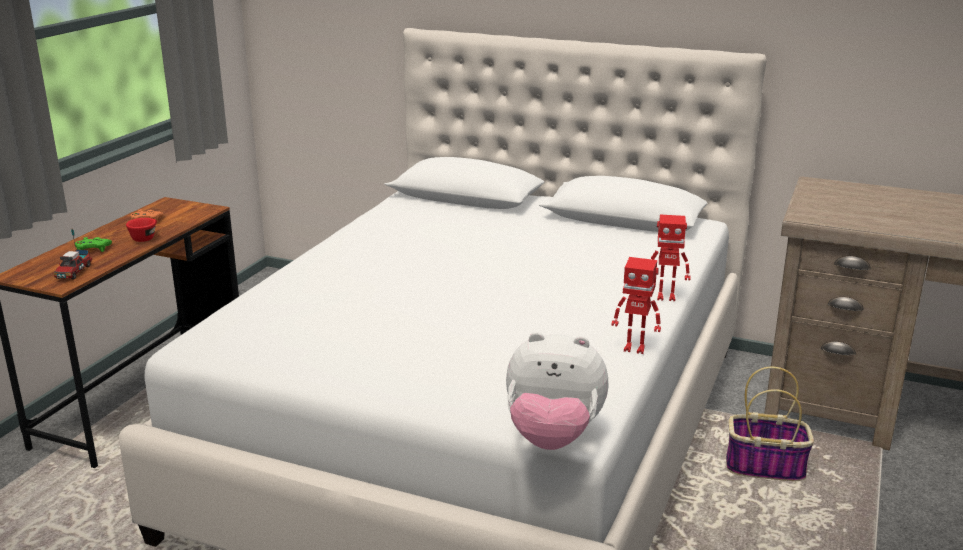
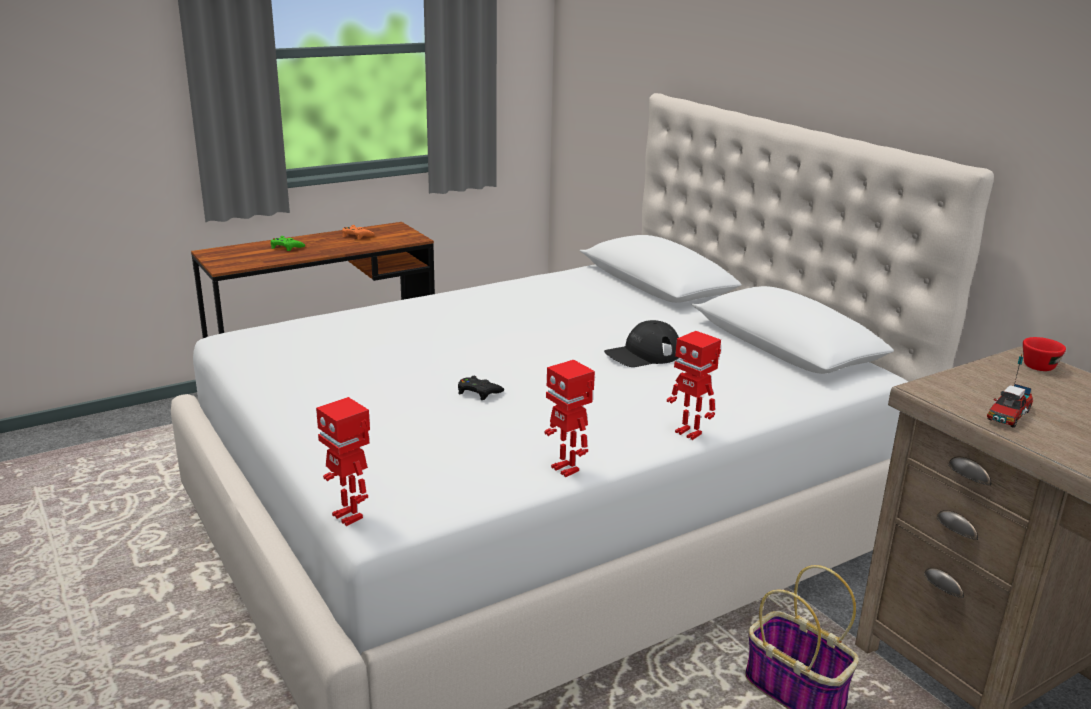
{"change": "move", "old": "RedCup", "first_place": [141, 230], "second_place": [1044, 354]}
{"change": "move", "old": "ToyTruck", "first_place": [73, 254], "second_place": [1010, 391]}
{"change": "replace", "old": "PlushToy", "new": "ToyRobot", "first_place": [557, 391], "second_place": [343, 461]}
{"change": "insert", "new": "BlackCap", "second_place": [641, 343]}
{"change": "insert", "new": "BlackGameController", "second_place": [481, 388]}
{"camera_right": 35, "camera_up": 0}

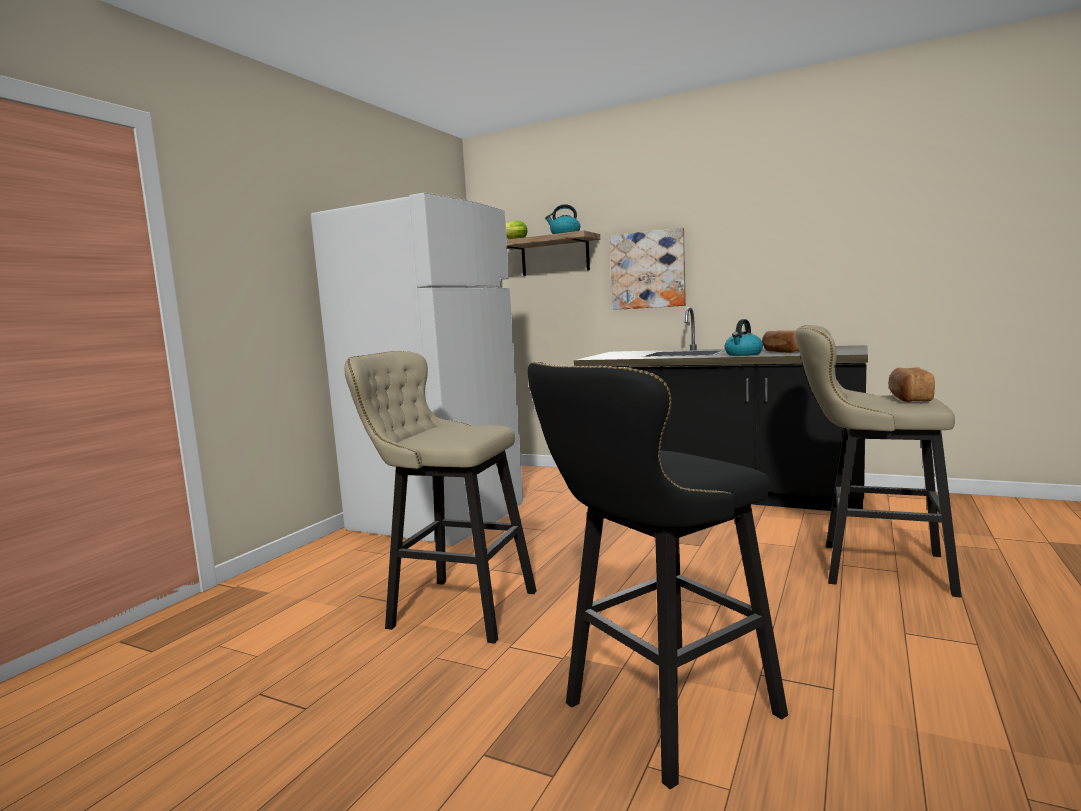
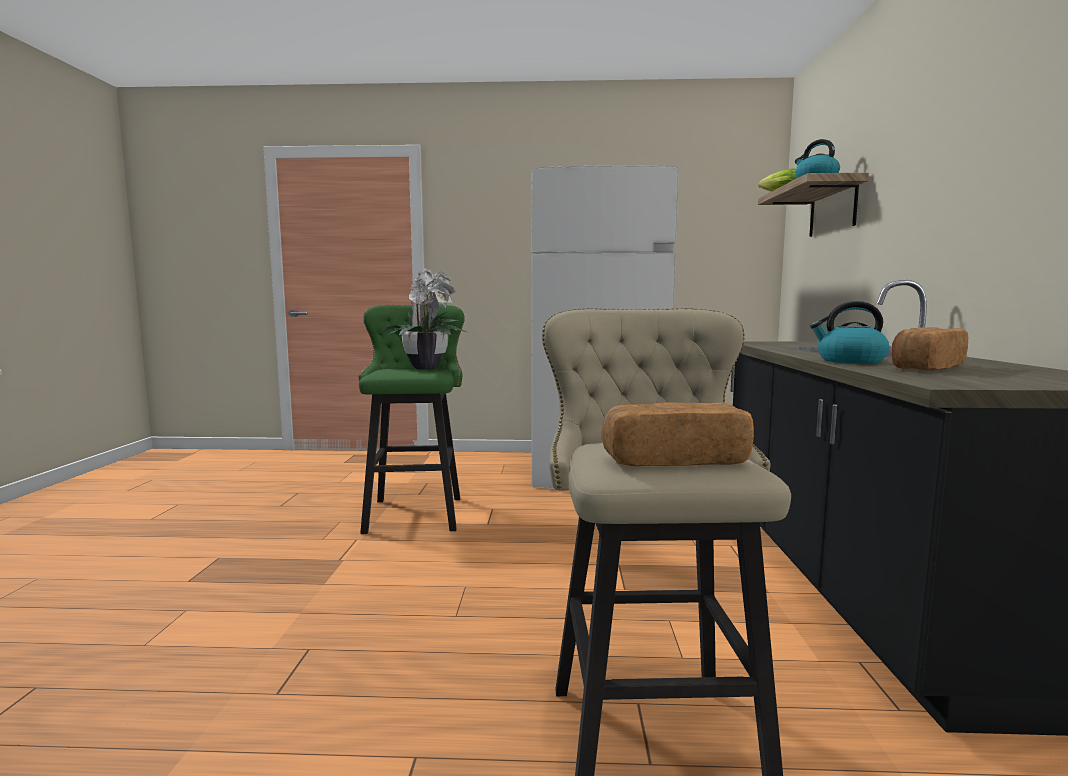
{"change": "delete", "old": "Picture", "first_place": [648, 268]}
{"change": "recolor", "old": "BeigeStool", "new": "GreenStool", "first_place": [440, 497], "second_place": [412, 419]}
{"change": "delete", "old": "BlackStool", "first_place": [658, 575]}
{"change": "insert", "new": "PottedPlant", "second_place": [423, 319]}
{"camera_right": 65, "camera_up": 0}

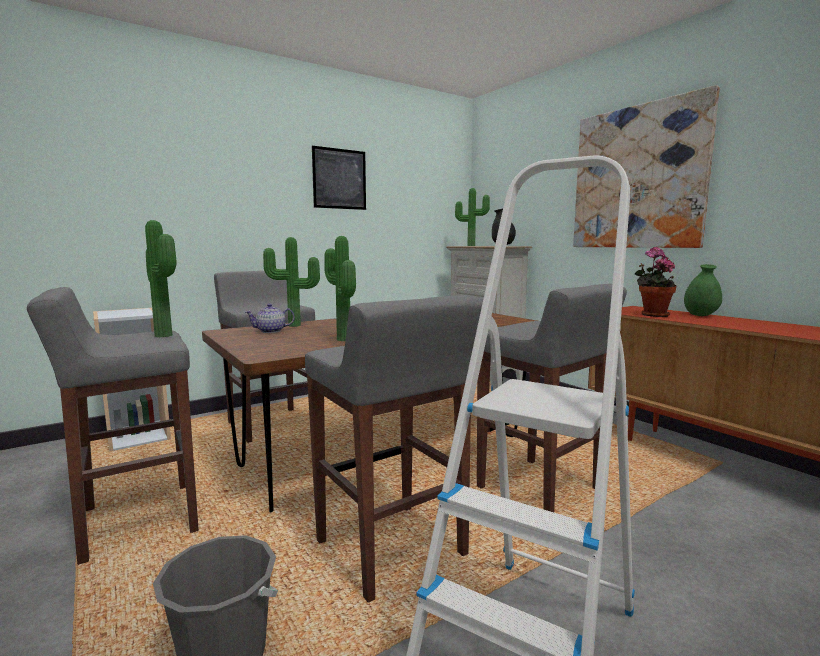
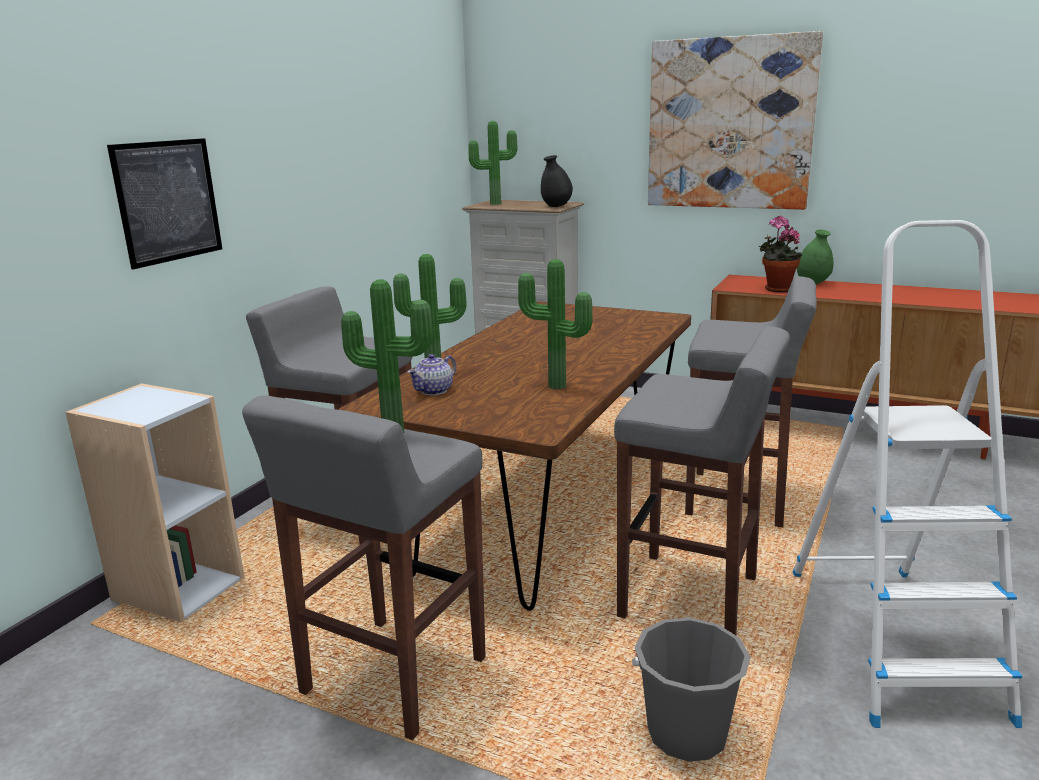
{"change": "move", "old": "Picture", "first_place": [339, 178], "second_place": [164, 203]}
{"camera_right": -30, "camera_up": 10}

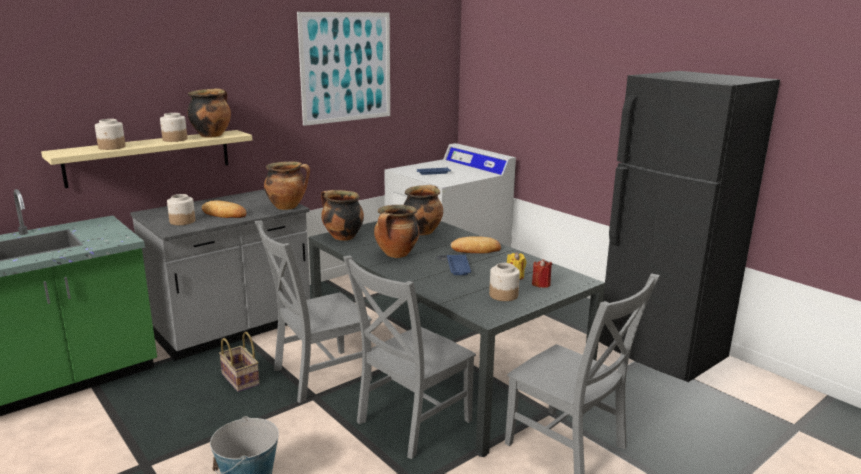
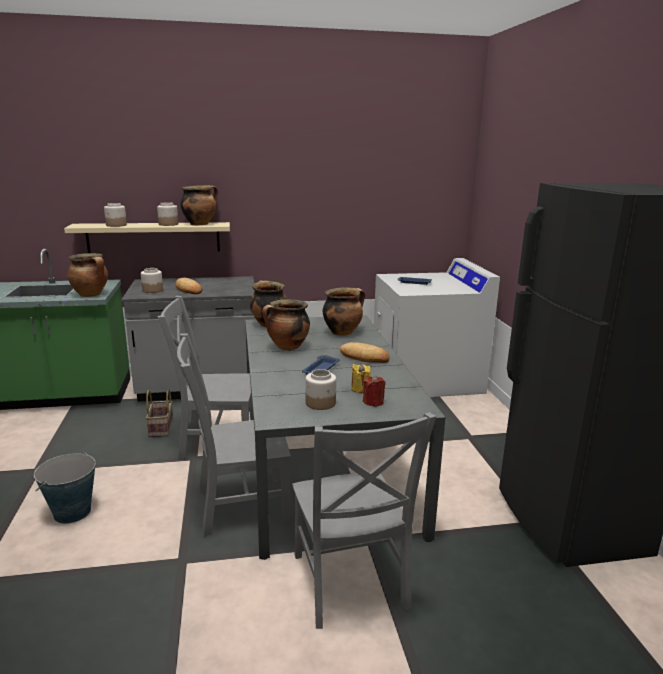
{"change": "delete", "old": "Picture", "first_place": [343, 69]}
{"change": "move", "old": "CookingPot", "first_place": [287, 185], "second_place": [87, 275]}
{"camera_right": 30, "camera_up": 0}

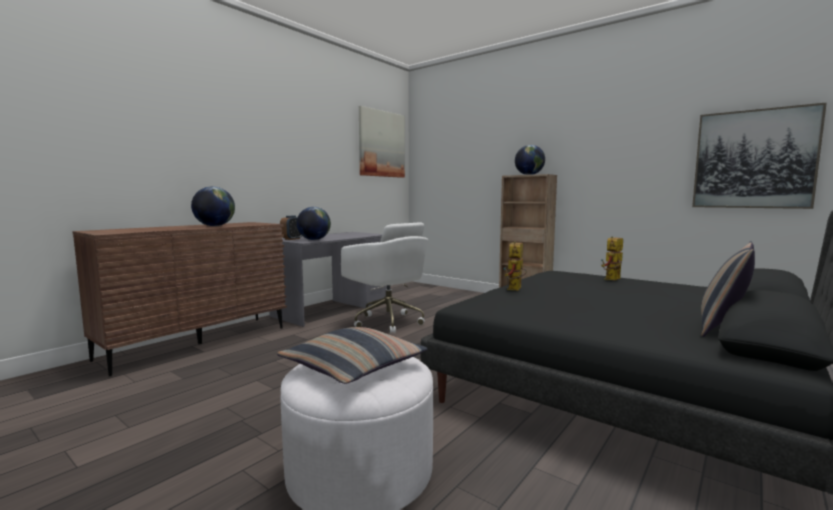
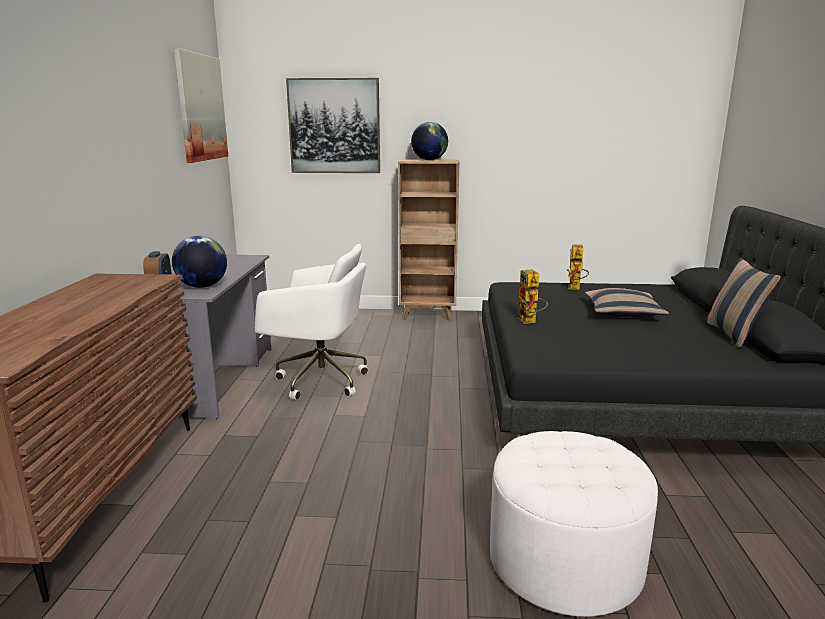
{"change": "move", "old": "Picture", "first_place": [759, 156], "second_place": [333, 125]}
{"change": "delete", "old": "Globe", "first_place": [213, 206]}
{"change": "move", "old": "Pillow", "first_place": [352, 355], "second_place": [626, 302]}
{"camera_right": -35, "camera_up": 10}

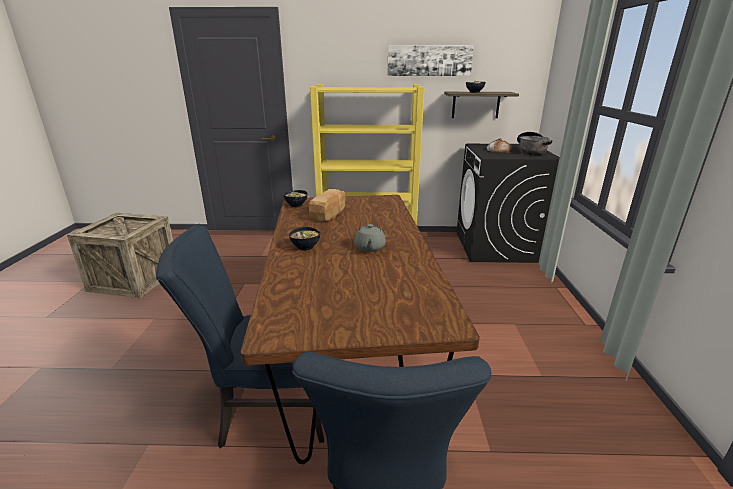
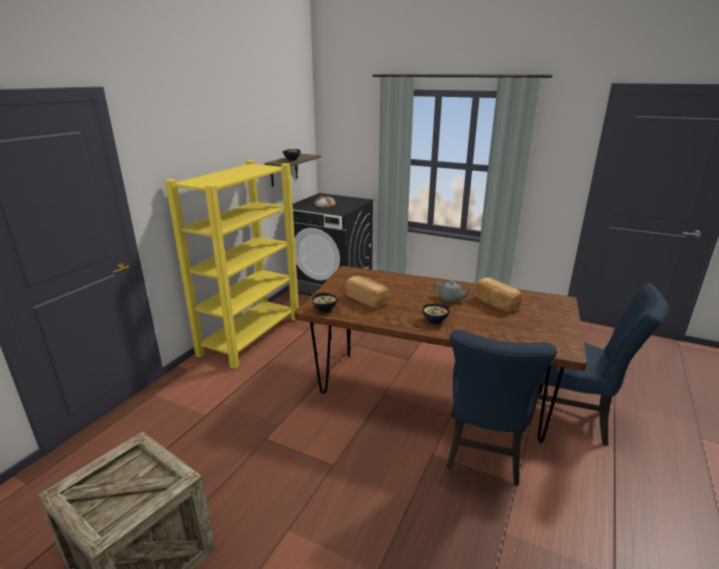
{"change": "delete", "old": "Picture", "first_place": [430, 60]}
{"change": "delete", "old": "CookingPot", "first_place": [535, 143]}
{"change": "insert", "new": "Bread", "second_place": [498, 294]}
{"camera_right": -65, "camera_up": 0}

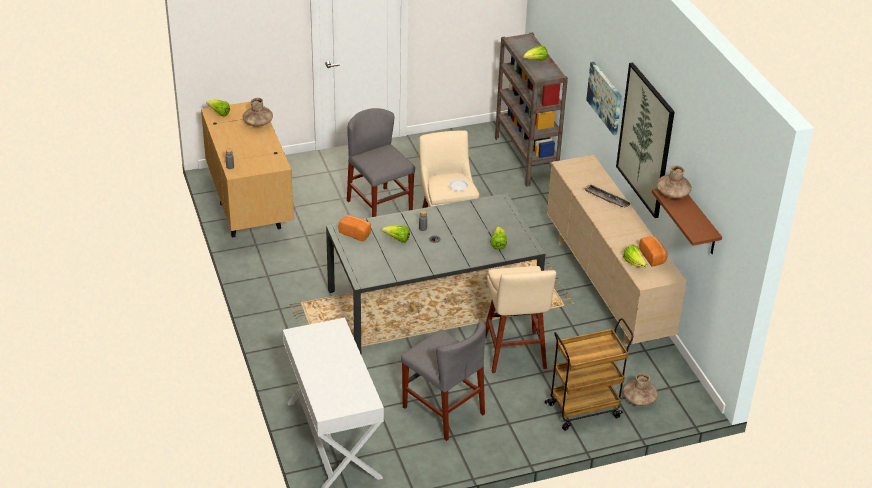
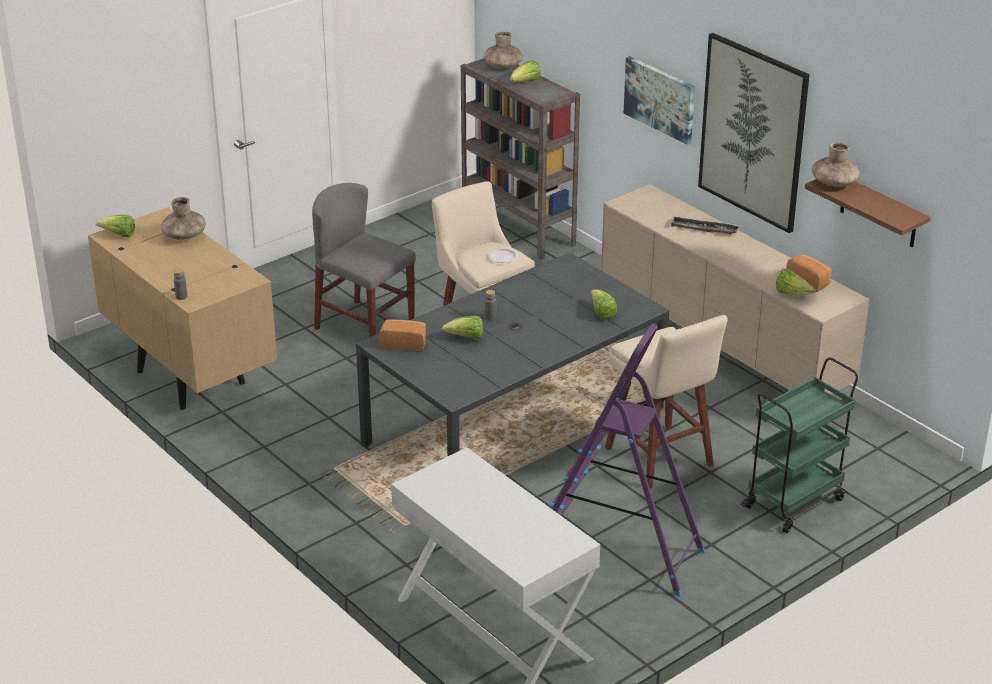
{"change": "recolor", "old": "BrownCart", "new": "GreenCart", "first_place": [589, 374], "second_place": [799, 445]}
{"change": "replace", "old": "GreyChair", "new": "PurpleStepLadder", "first_place": [443, 381], "second_place": [627, 460]}
{"change": "move", "old": "BrownVase", "first_place": [640, 390], "second_place": [503, 50]}
{"camera_right": -20, "camera_up": -5}

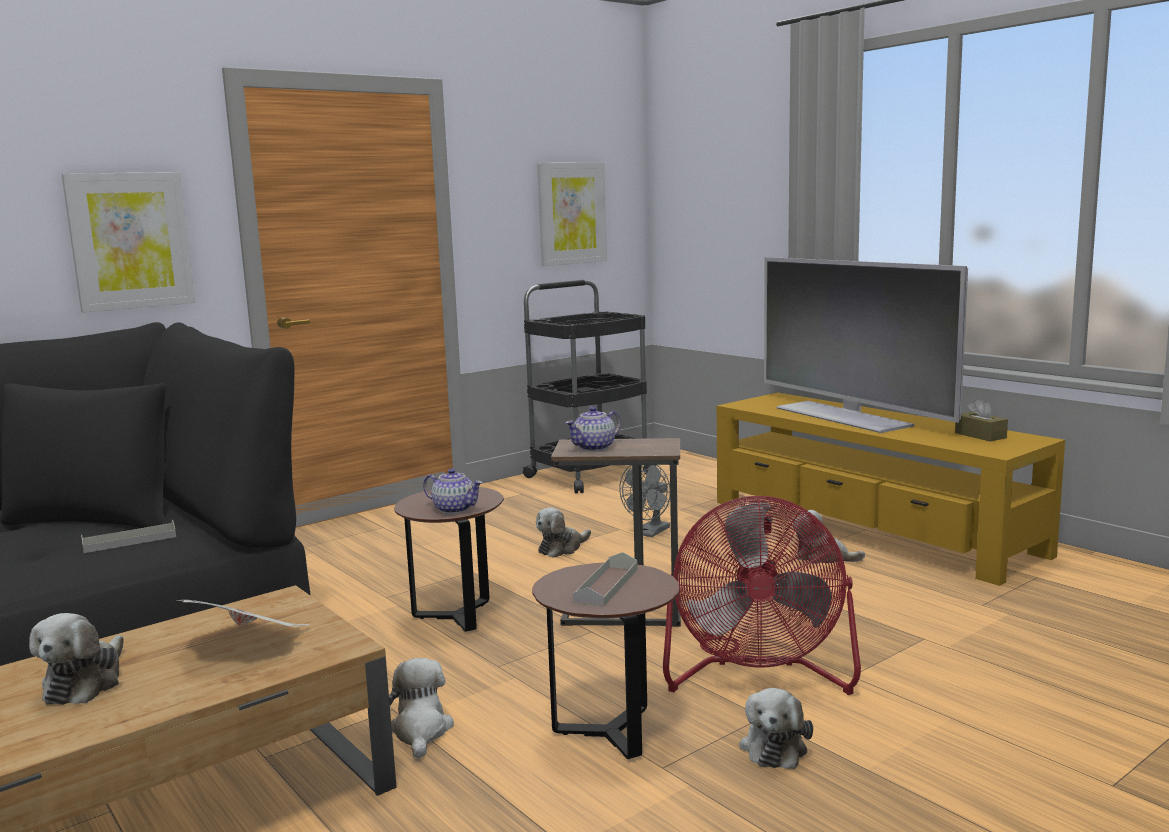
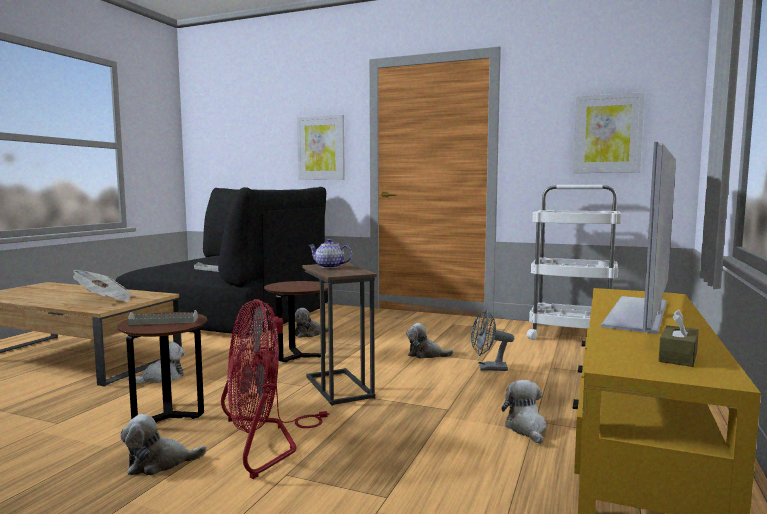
{"change": "recolor", "old": "BlackCart", "new": "WhiteCart", "first_place": [589, 387], "second_place": [574, 262]}
{"change": "delete", "old": "Teapot", "first_place": [453, 491]}
{"change": "move", "old": "PlushToy", "first_place": [76, 659], "second_place": [311, 323]}
{"camera_right": 60, "camera_up": -5}

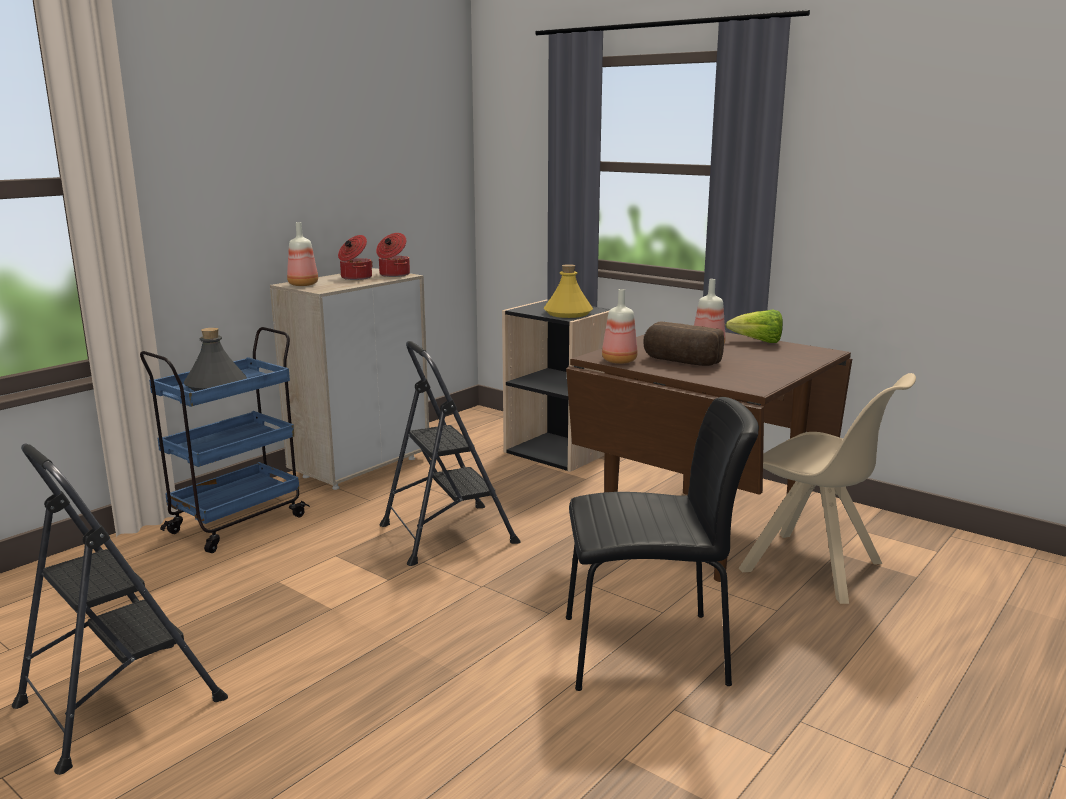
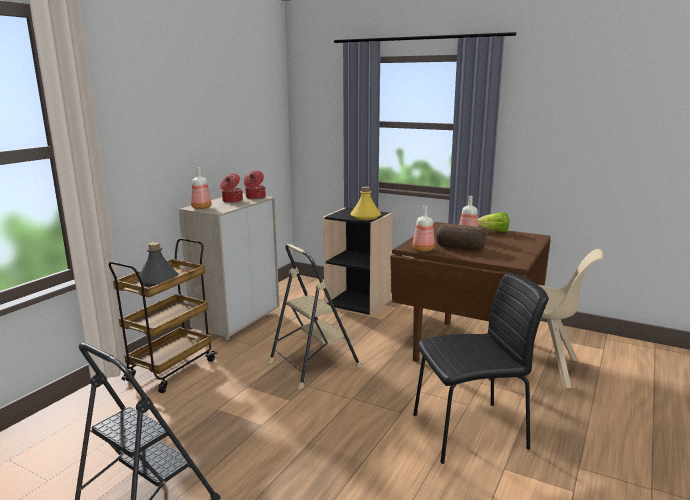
{"change": "recolor", "old": "BlueCart", "new": "BrownCart", "first_place": [225, 440], "second_place": [163, 315]}
{"change": "recolor", "old": "BlackStepLadder", "new": "BeigeStepLadder", "first_place": [450, 453], "second_place": [315, 316]}
{"camera_right": -10, "camera_up": 0}

